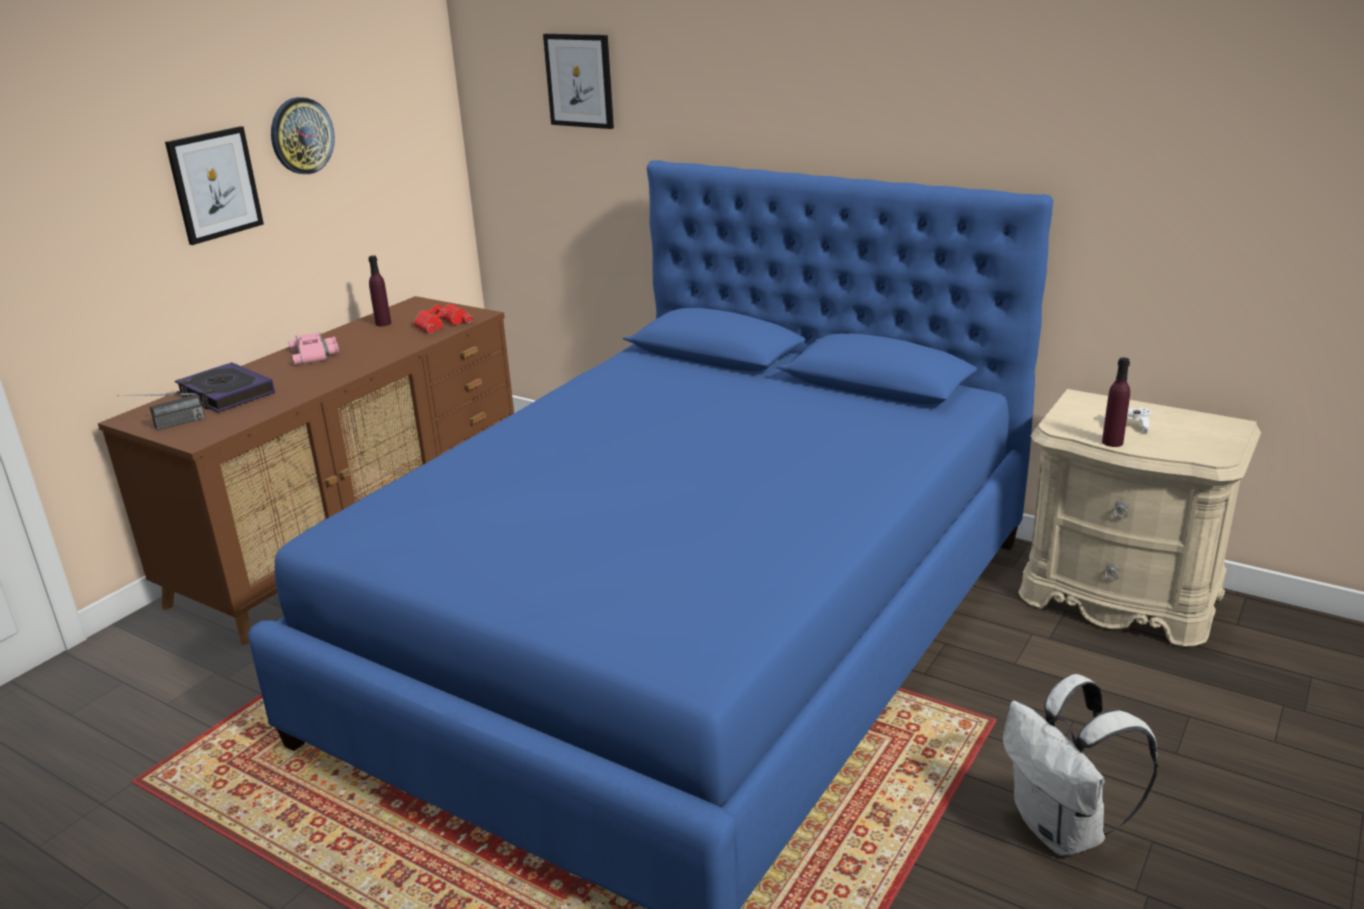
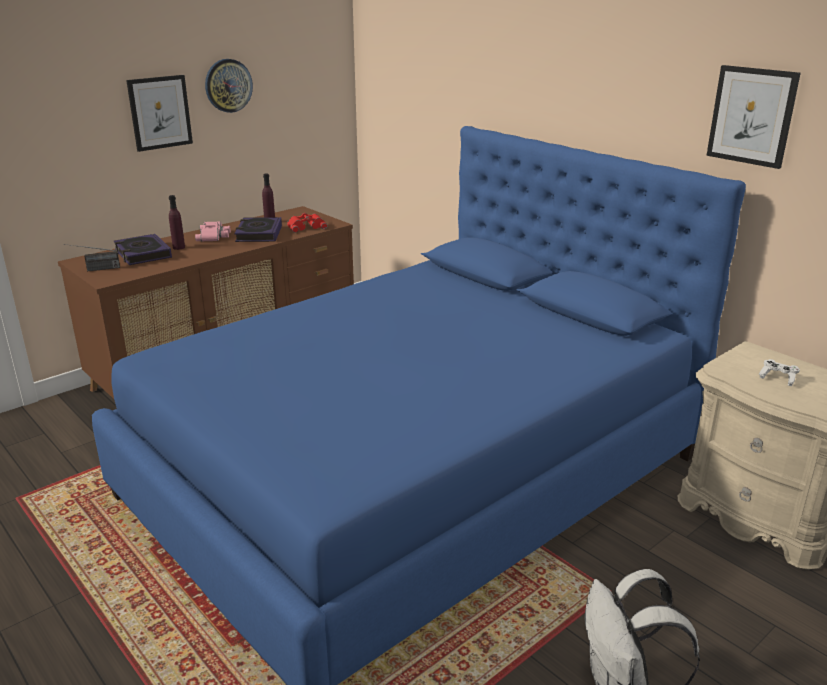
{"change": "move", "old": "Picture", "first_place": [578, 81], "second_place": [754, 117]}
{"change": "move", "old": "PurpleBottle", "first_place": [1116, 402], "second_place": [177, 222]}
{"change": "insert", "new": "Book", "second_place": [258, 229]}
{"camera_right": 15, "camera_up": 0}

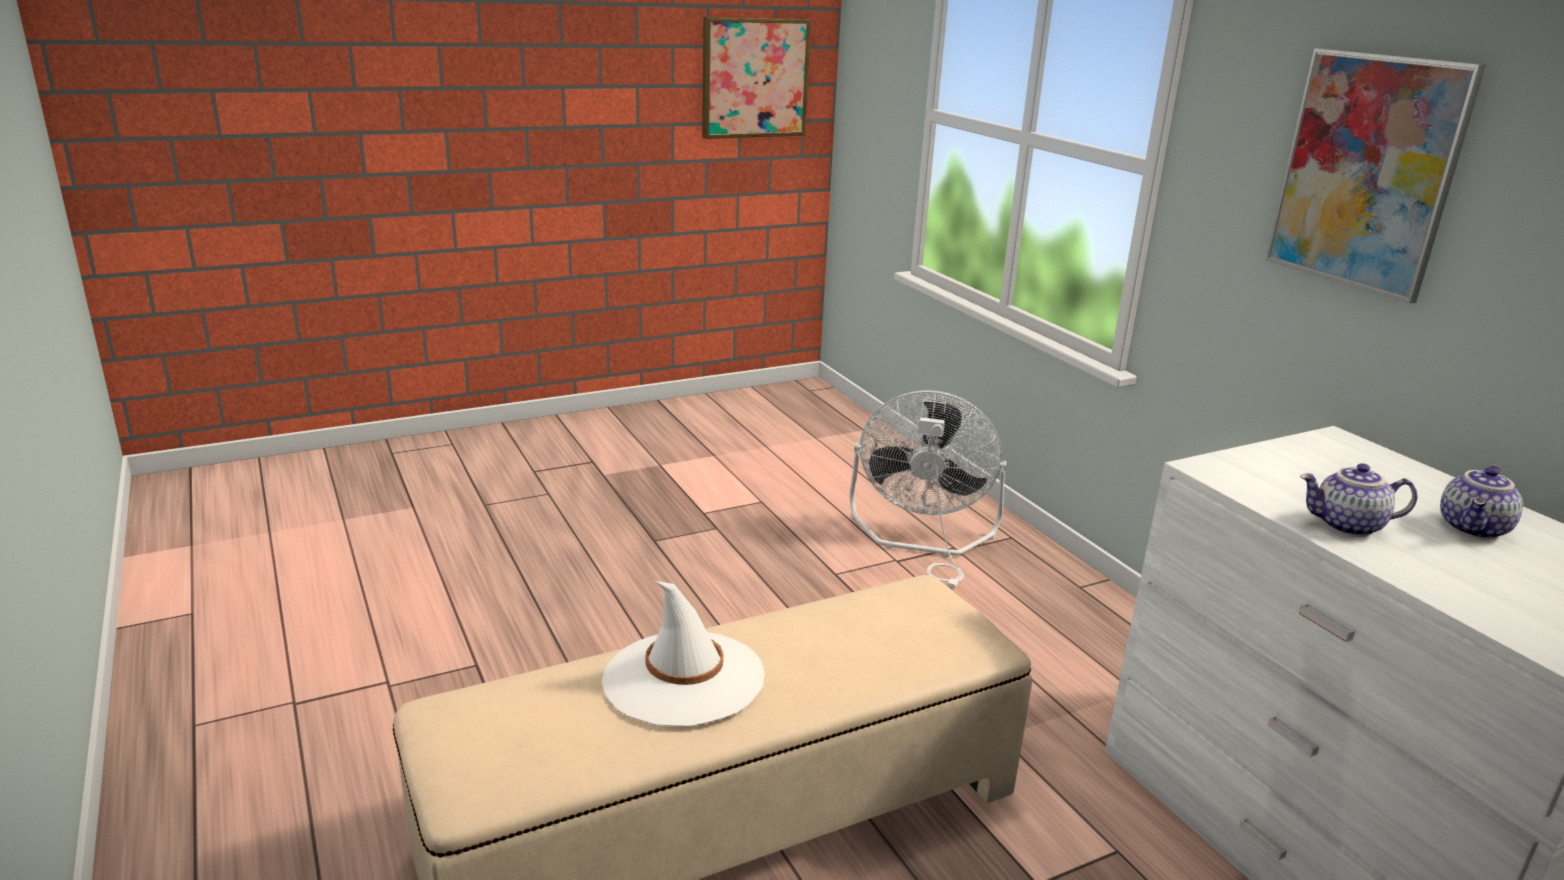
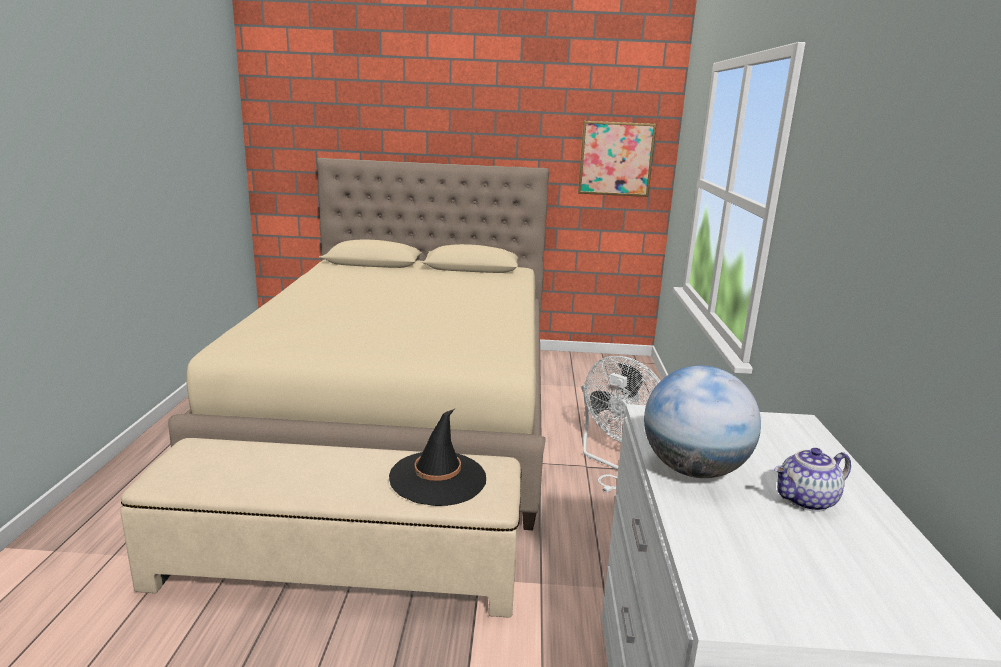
{"change": "delete", "old": "Picture", "first_place": [1375, 176]}
{"change": "replace", "old": "Teapot", "new": "Globe", "first_place": [1359, 500], "second_place": [702, 421]}
{"change": "delete", "old": "WhiteHat", "first_place": [683, 654]}
{"change": "insert", "new": "BeigeBed", "second_place": [358, 344]}
{"change": "insert", "new": "BlackHat", "second_place": [437, 457]}
{"camera_right": 30, "camera_up": -5}

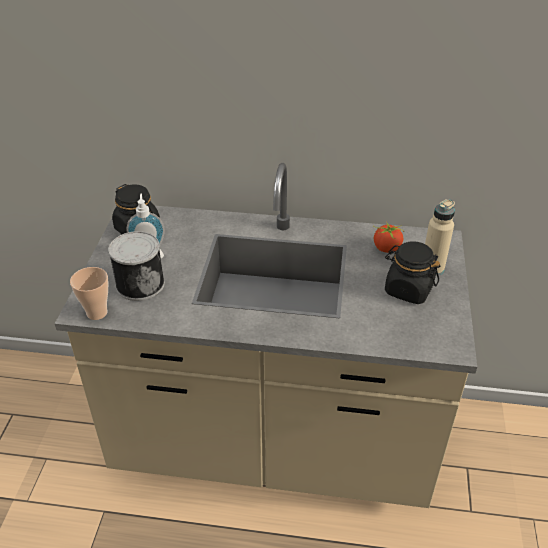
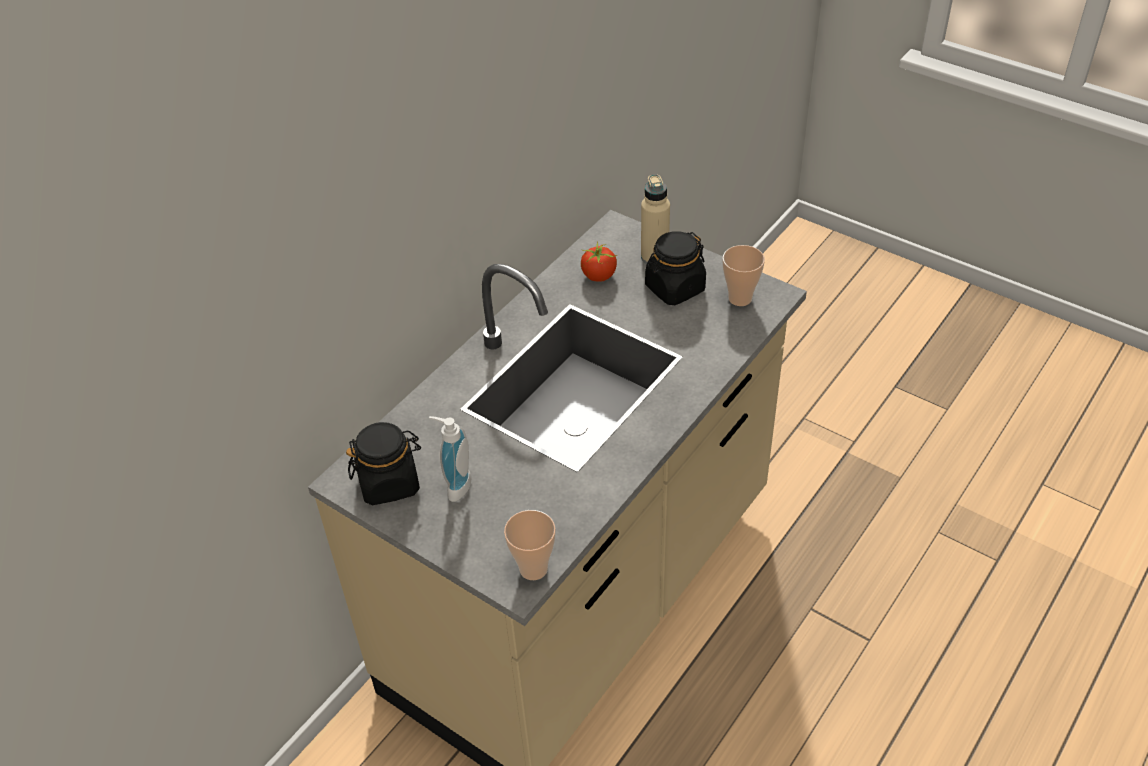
{"change": "delete", "old": "Can", "first_place": [136, 266]}
{"change": "insert", "new": "Cup", "second_place": [743, 275]}
{"camera_right": -60, "camera_up": 5}

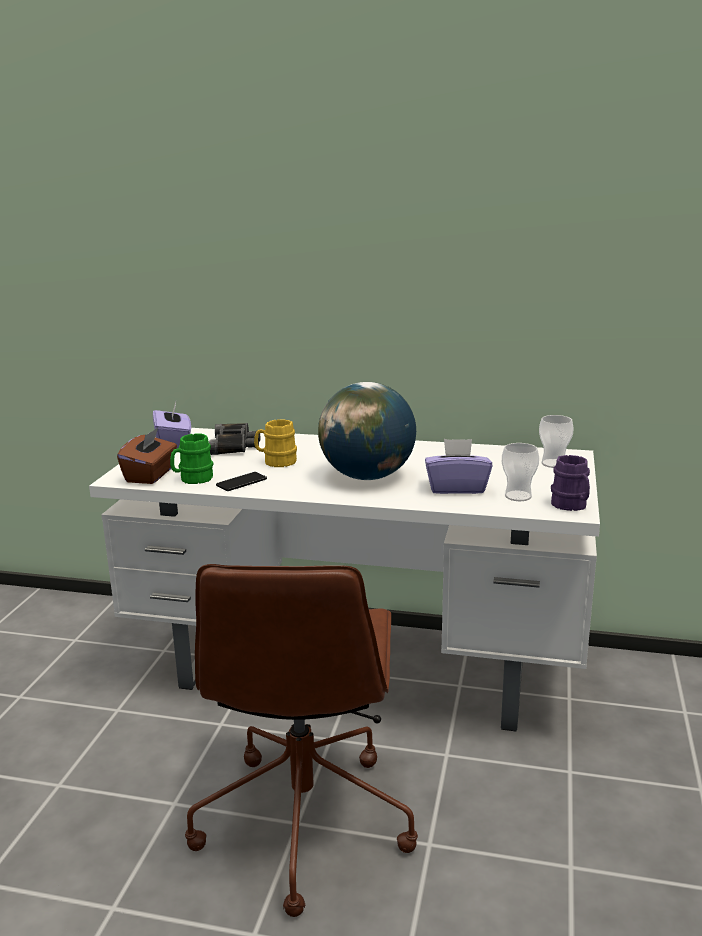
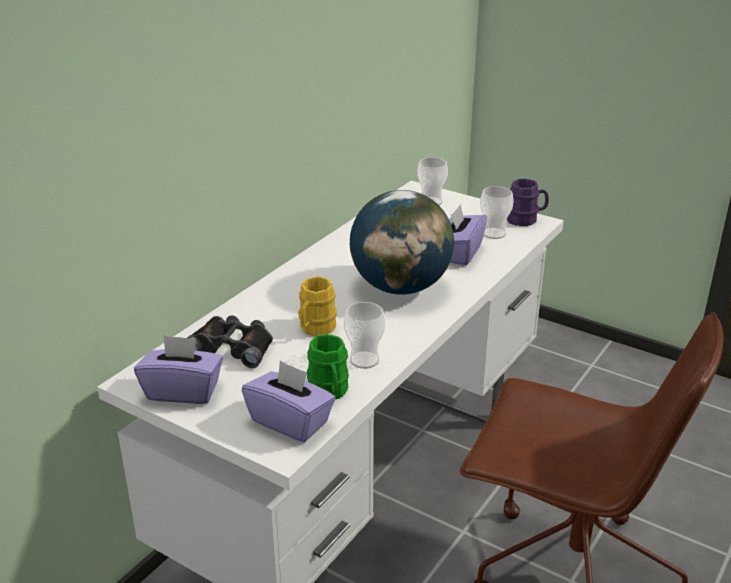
{"change": "recolor", "old": "BrownTissueBox", "new": "PurpleTissueBox", "first_place": [147, 456], "second_place": [288, 401]}
{"change": "replace", "old": "Phone", "new": "Cup", "first_place": [241, 481], "second_place": [364, 335]}
{"camera_right": -70, "camera_up": 10}

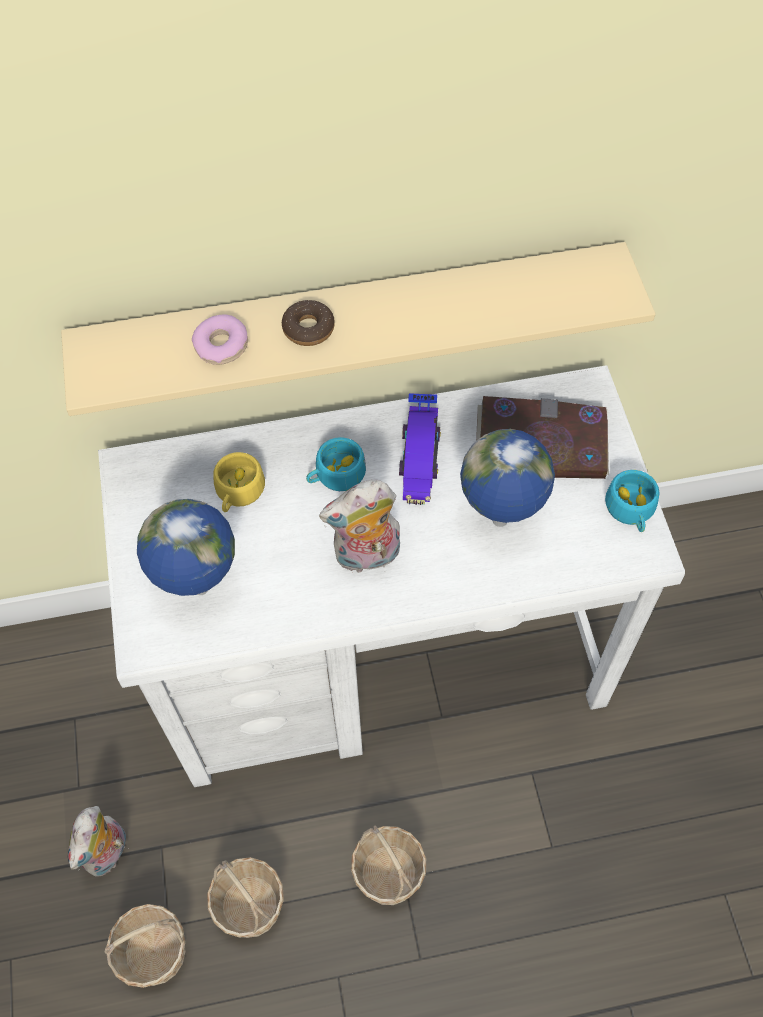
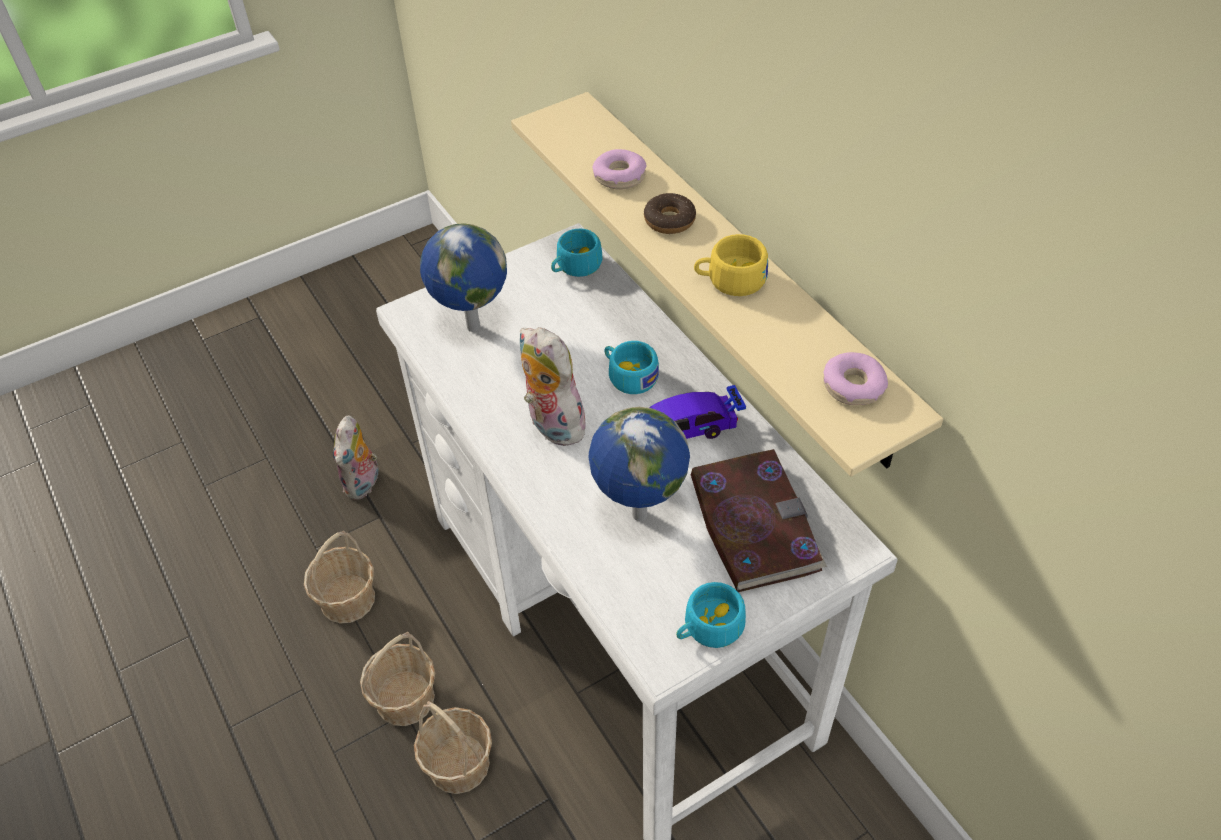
{"change": "move", "old": "YellowCup", "first_place": [239, 482], "second_place": [731, 265]}
{"change": "rotate", "old": "PlushToy", "first_place": [97, 841], "second_place": [356, 458], "degrees": -75}
{"change": "move", "old": "Basket", "first_place": [145, 946], "second_place": [453, 747]}
{"change": "insert", "new": "TurquoiseCup", "second_place": [576, 253]}
{"change": "insert", "new": "Donut", "second_place": [855, 378]}
{"camera_right": 70, "camera_up": -10}

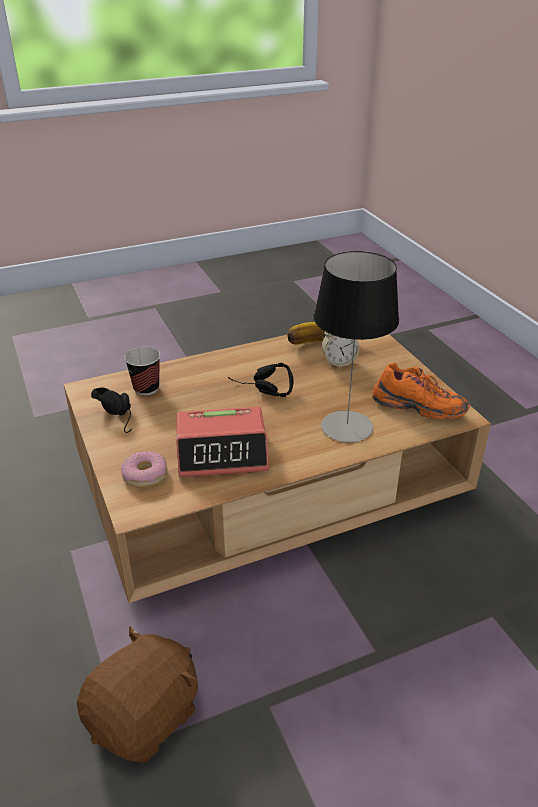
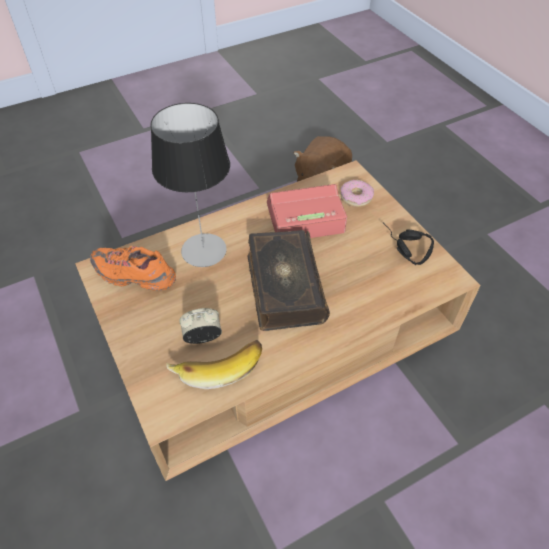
{"change": "delete", "old": "Cup", "first_place": [142, 371]}
{"change": "replace", "old": "BlackHeadphones", "new": "Book", "first_place": [261, 380], "second_place": [289, 280]}
{"camera_right": 175, "camera_up": 15}

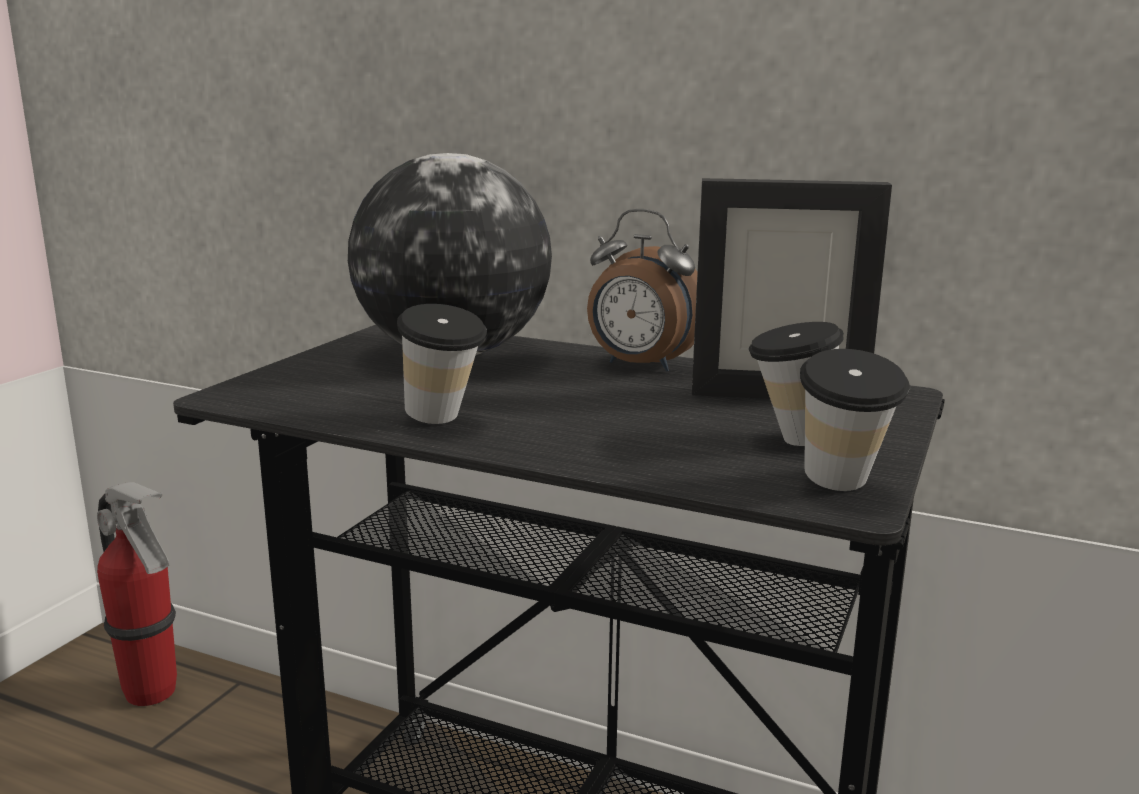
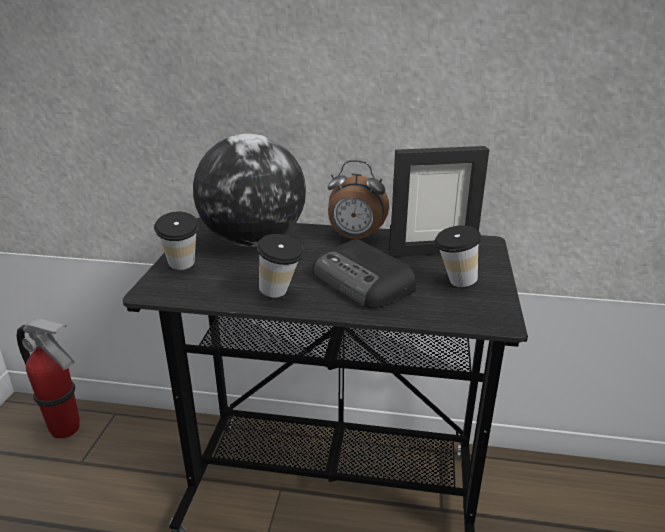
{"change": "move", "old": "Cup", "first_place": [855, 420], "second_place": [176, 240]}
{"change": "insert", "new": "Radio", "second_place": [364, 273]}
{"camera_right": -15, "camera_up": 10}

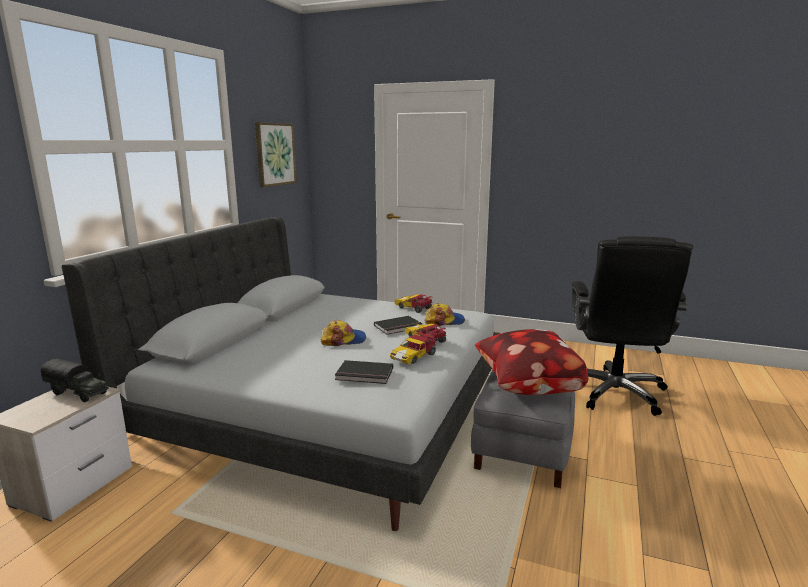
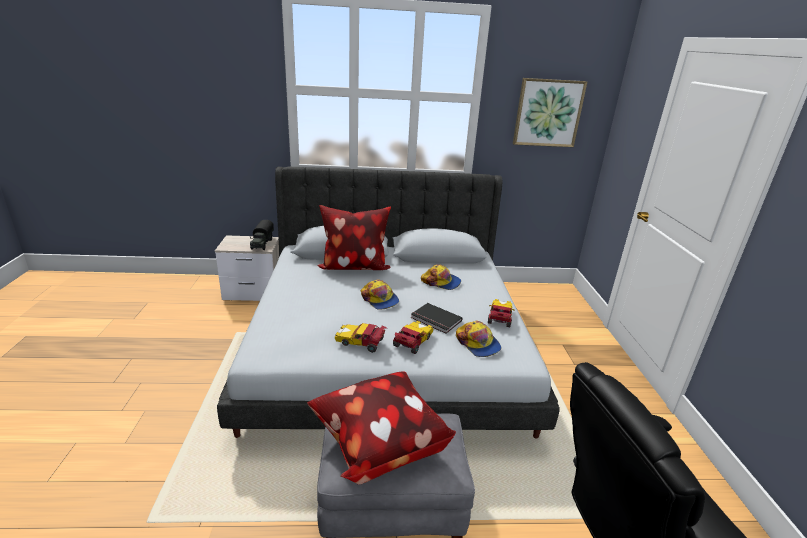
{"change": "delete", "old": "BlackBook", "first_place": [364, 372]}
{"change": "insert", "new": "Pillow", "second_place": [354, 237]}
{"change": "insert", "new": "Cap", "second_place": [441, 277]}
{"camera_right": 65, "camera_up": 10}

